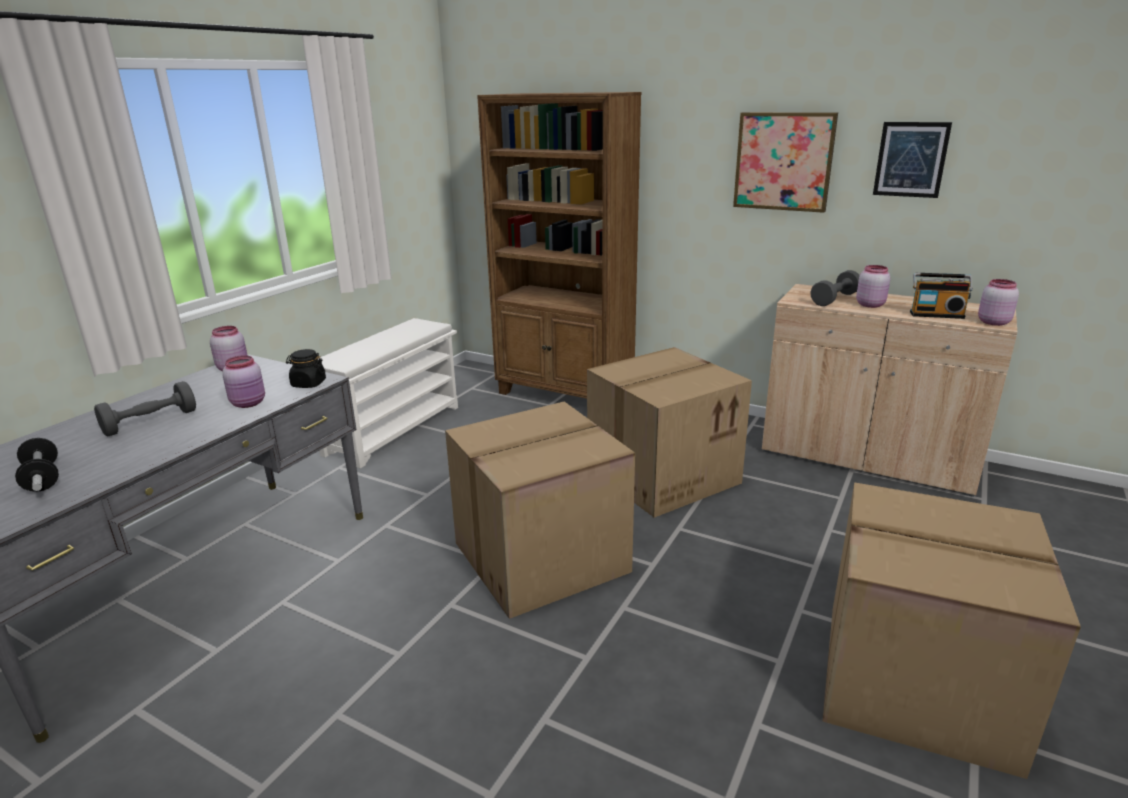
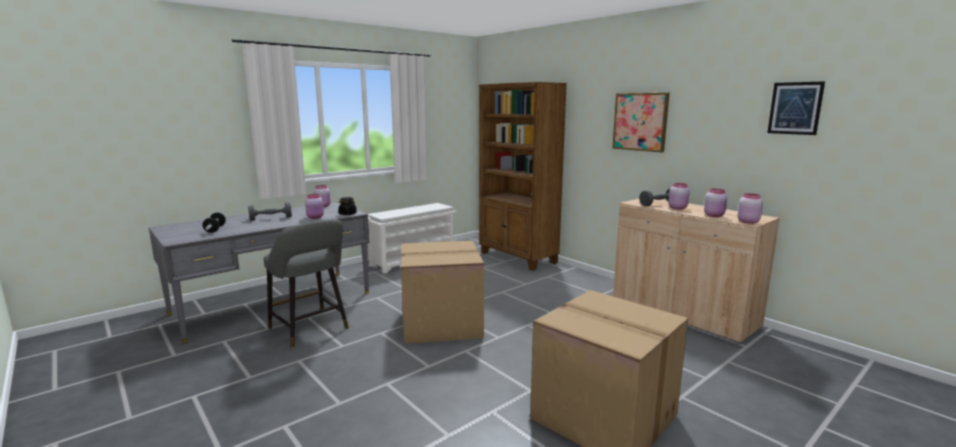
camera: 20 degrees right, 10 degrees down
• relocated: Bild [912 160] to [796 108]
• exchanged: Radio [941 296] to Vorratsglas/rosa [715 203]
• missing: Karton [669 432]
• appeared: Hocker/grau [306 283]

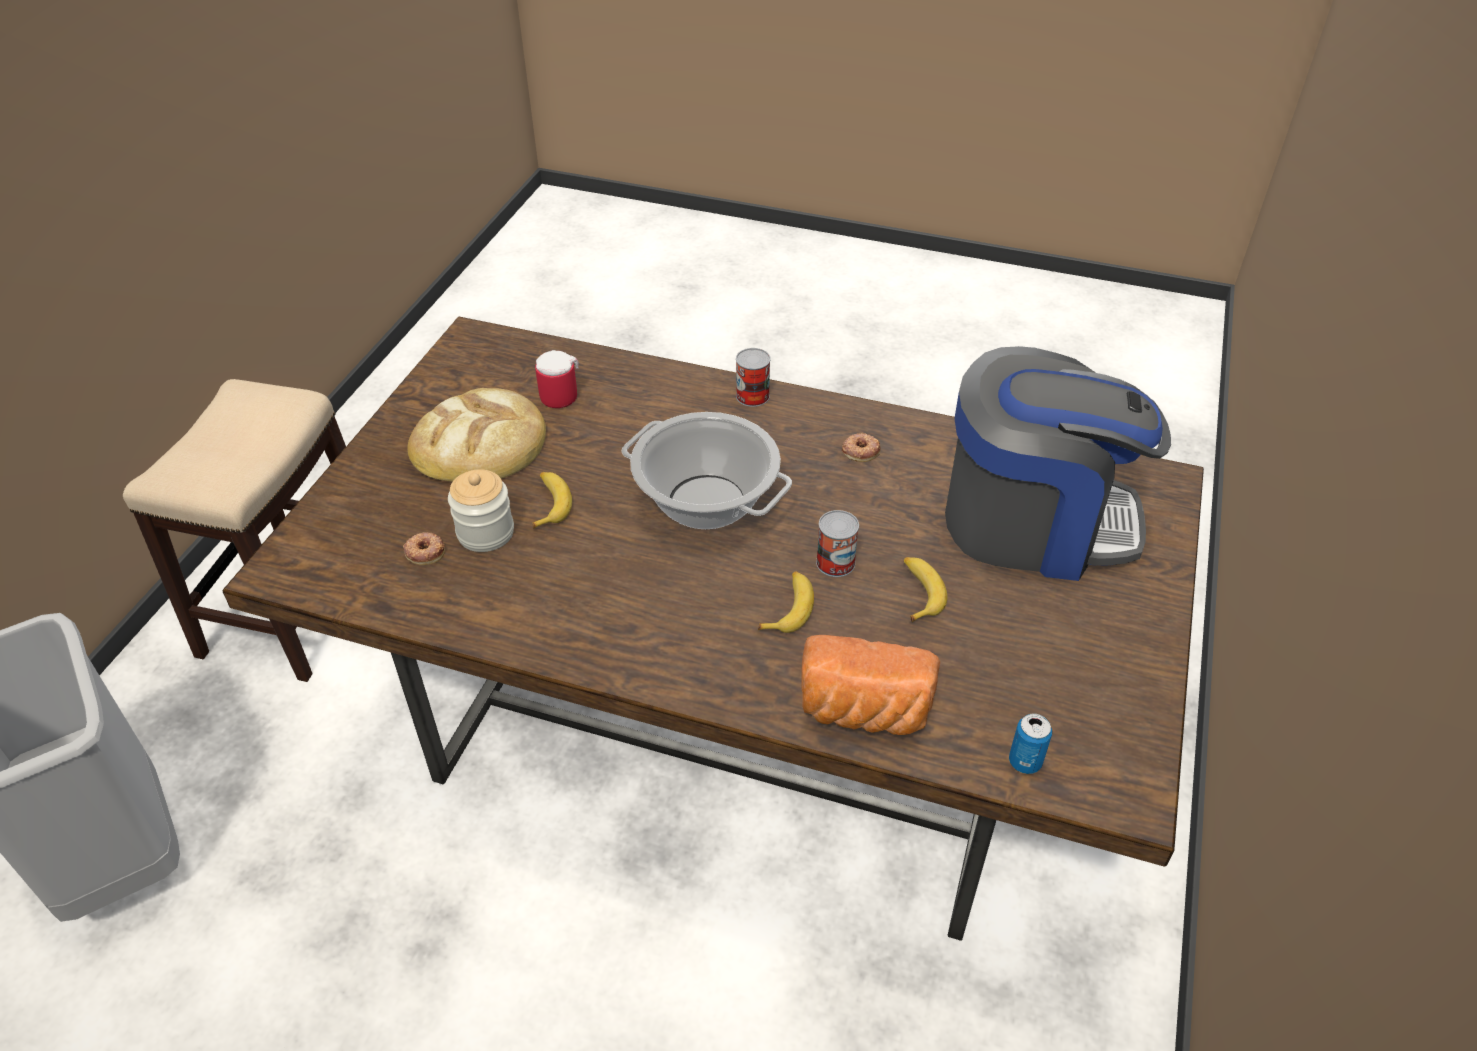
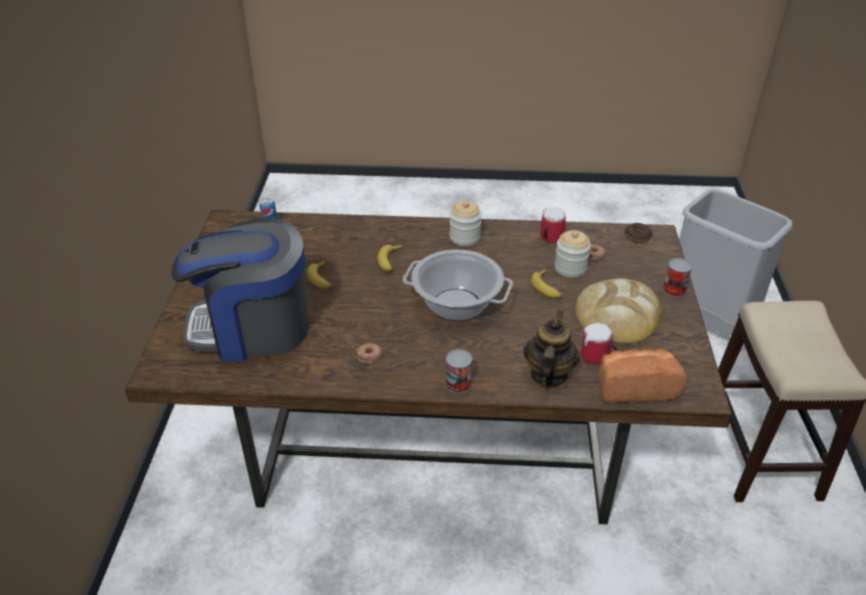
camera: 165 degrees right, 5 degrees down
• relocated: Dose [837 543] to [677 277]
• relocated: Brot [870 685] to [642 376]
• appeared: Vorratsglas [465 223]
• appeared: Henkelbecher [553 225]
• appeared: Donut [638 233]
• appeared: Teekanne [551 348]

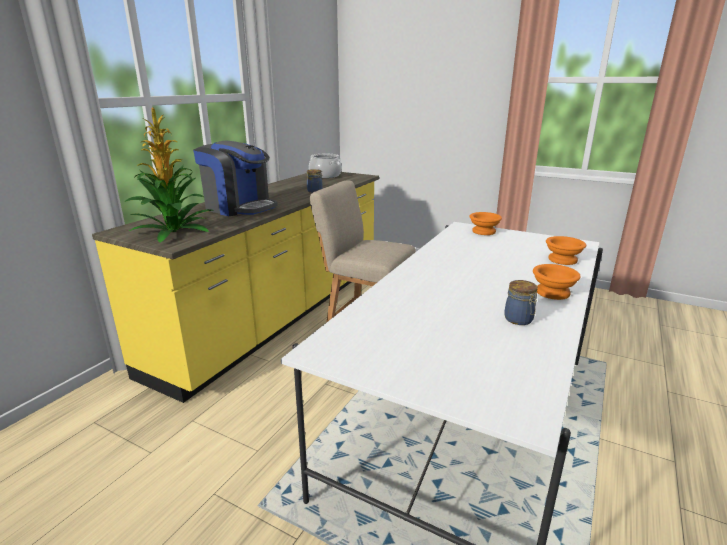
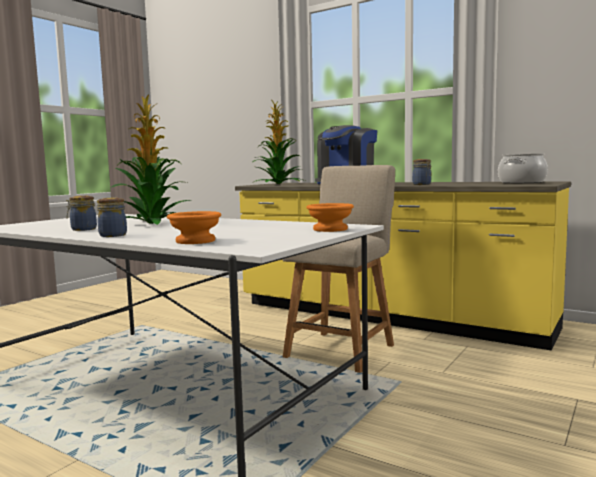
camera: 95 degrees right, 15 degrees down
• exchanged: Schüssel/orange [557 282] to Vorratsglas [112 217]
• appeared: Topfpflanze [151 159]

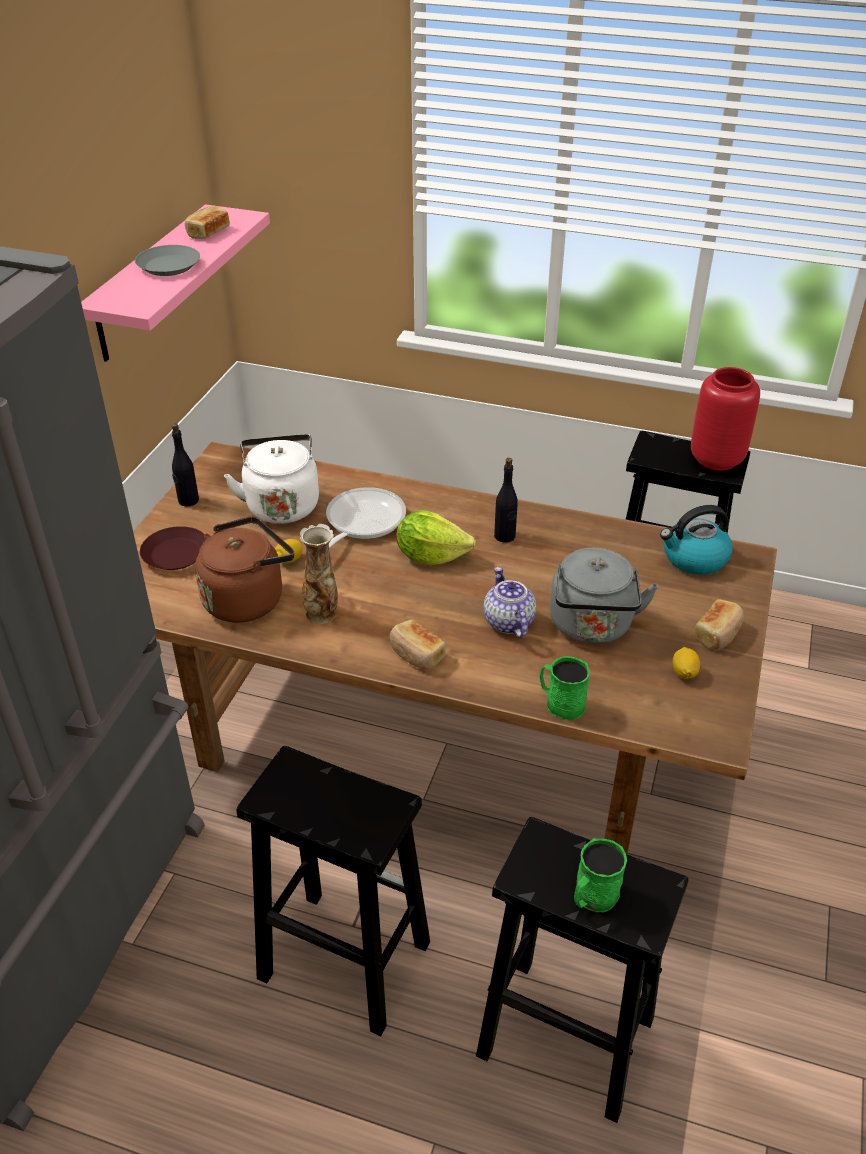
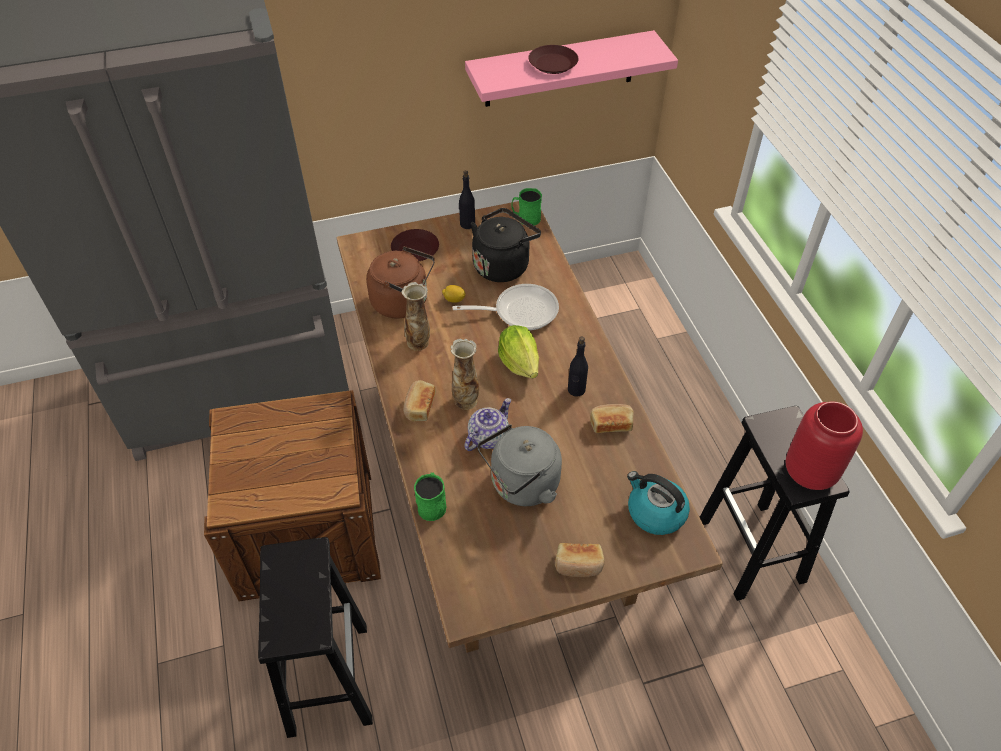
camera: 55 degrees right, 10 degrees up
• relocated: Brot [207 222] to [612 418]
• colour: Teller/grau [167 260] to Teller/braun [553 59]
• colour: Wasserkessel/weiß [271 479] to Wasserkessel/schwarz [506 245]
• missing: Zitrone [686 663]
• exchanged: Hocker/schwarz [333 891] to Kiste [292 495]
• relocated: Henkelbecher/grün [600 875] to [526 207]
• appeared: Vase [464 374]

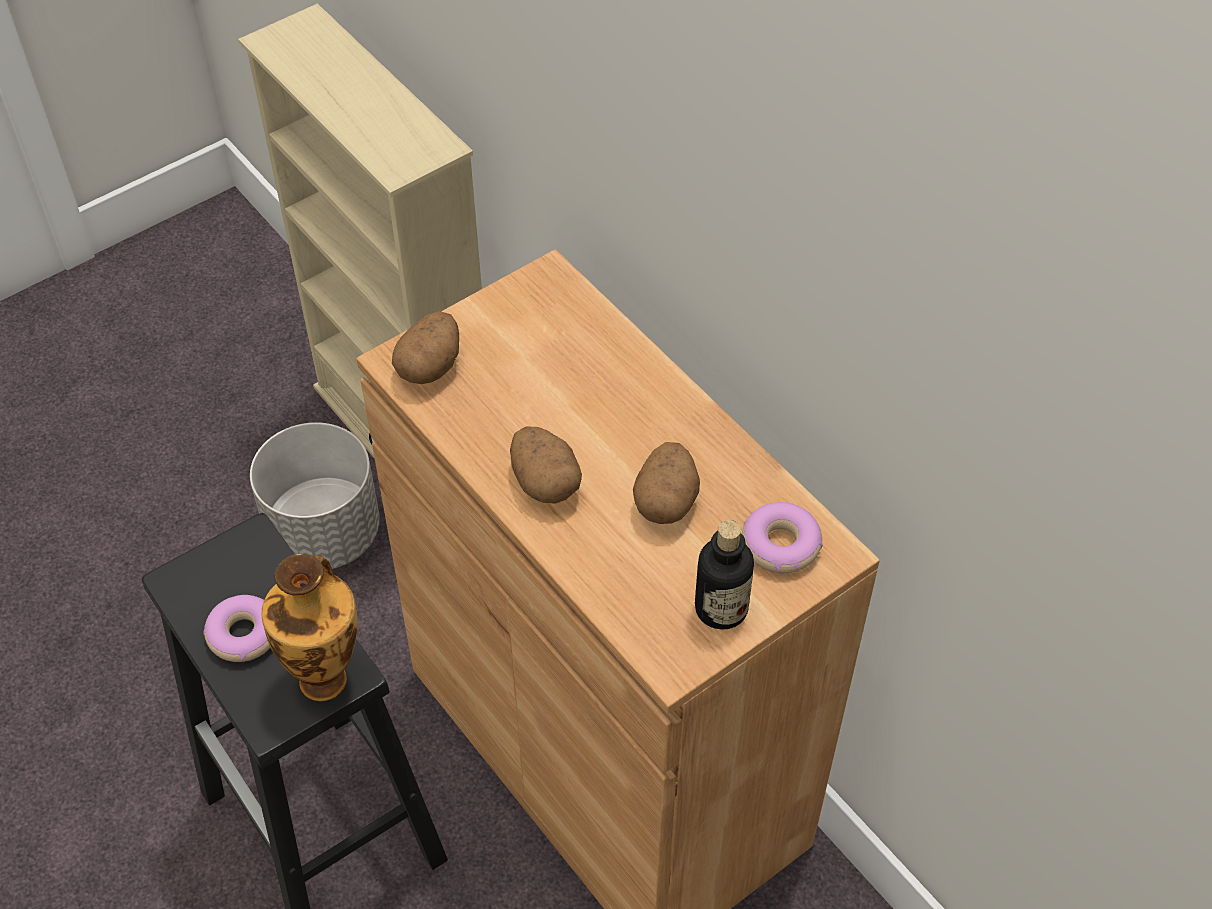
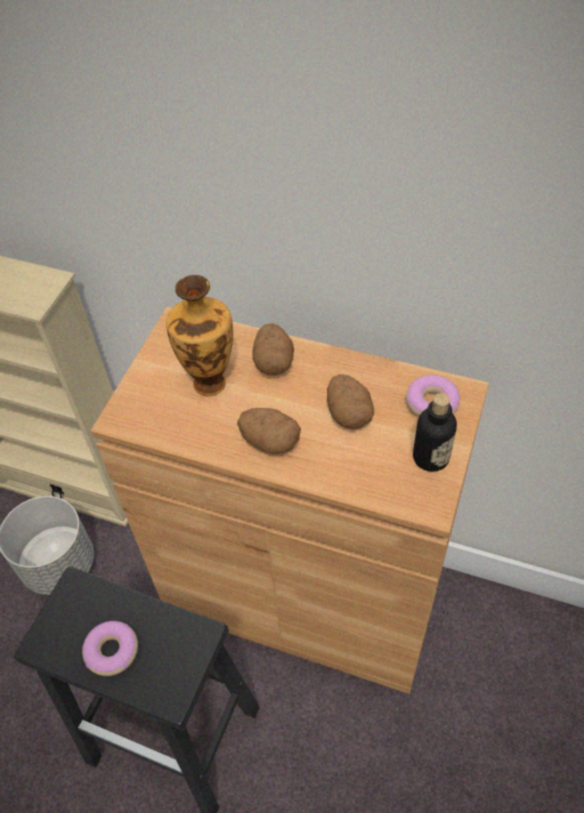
camera: 30 degrees left, 0 degrees up
• relocated: Kartoffel [425 347] to [273 349]
• relocated: Vase [310 627] to [199 336]

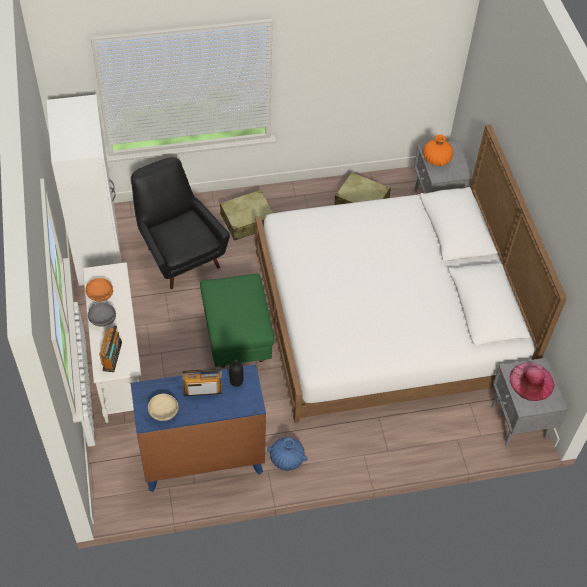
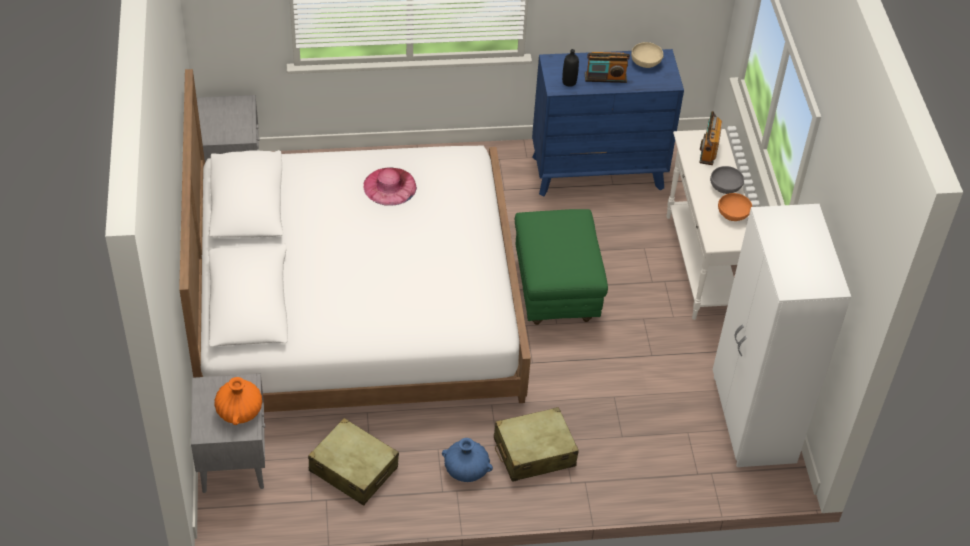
camera: 175 degrees left, 5 degrees down
• missing: Sessel/schwarz [180 223]
• relocated: Hut/rosa [532 382] to [390 187]
• relocated: Vase/blau [287 454] to [467 460]

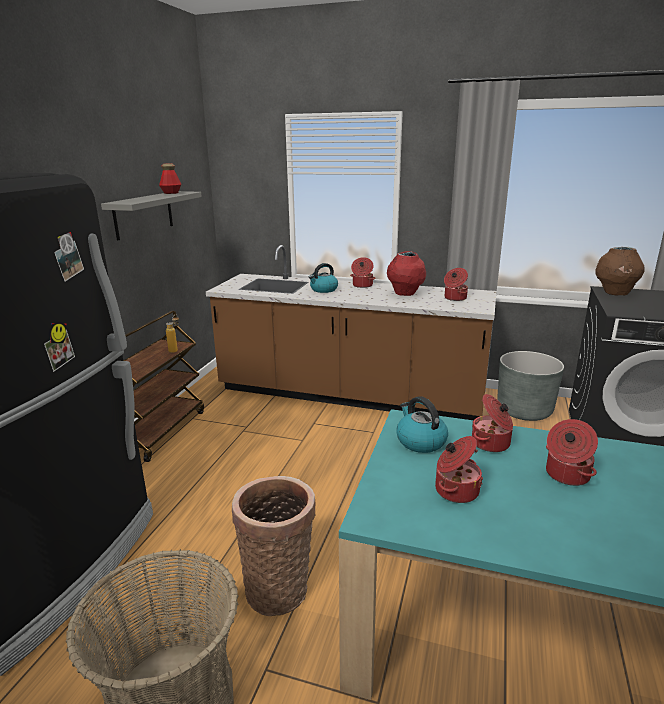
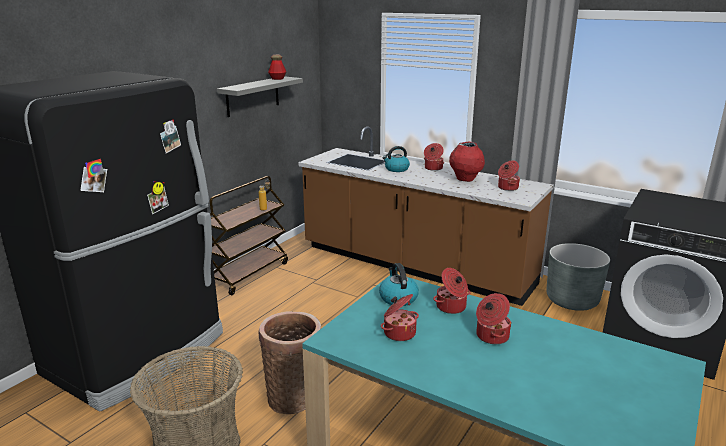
camera: 15 degrees right, 0 degrees up
• missing: Vase/braun [620 271]

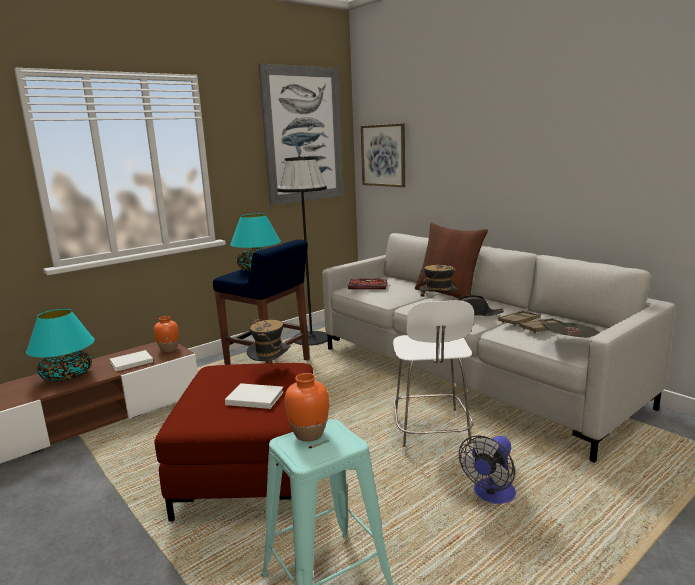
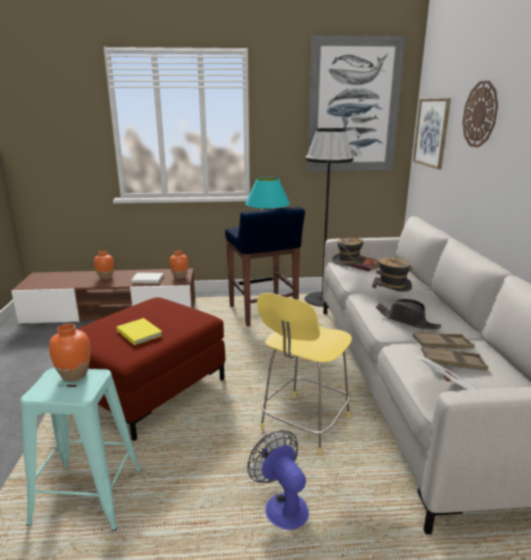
camera: 35 degrees right, 5 degrees up
• missing: Kissen/braun [451 260]
• colour: Hocker/weiß [433 377] to Hocker/gelb [304 374]
• exchanged: Tischlampe/türkis [60 345] to Vase/orange [104 265]
• relocated: Hut [268 340] to [349 250]
• colour: Buch/weiß [254 396] to Buch/gelb [140 331]
• spun: Ventilator [487 469] = [278 480] 75 degrees clockwise
• appeared: Wanduhr [480 114]

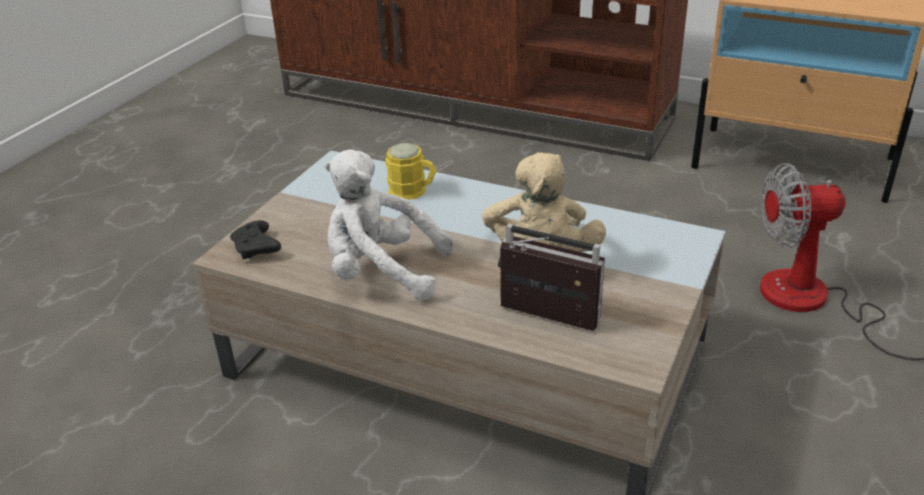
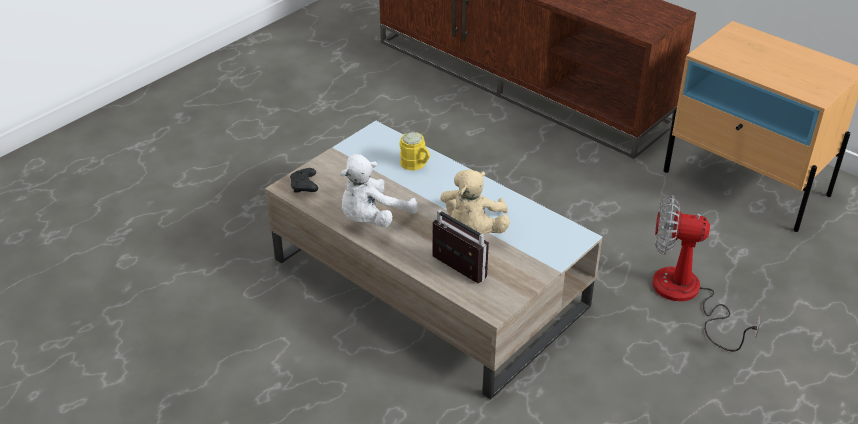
camera: 15 degrees right, 5 degrees up
• spun: Plüschtier/weiß [388 225] = [379 190] 75 degrees counterclockwise

